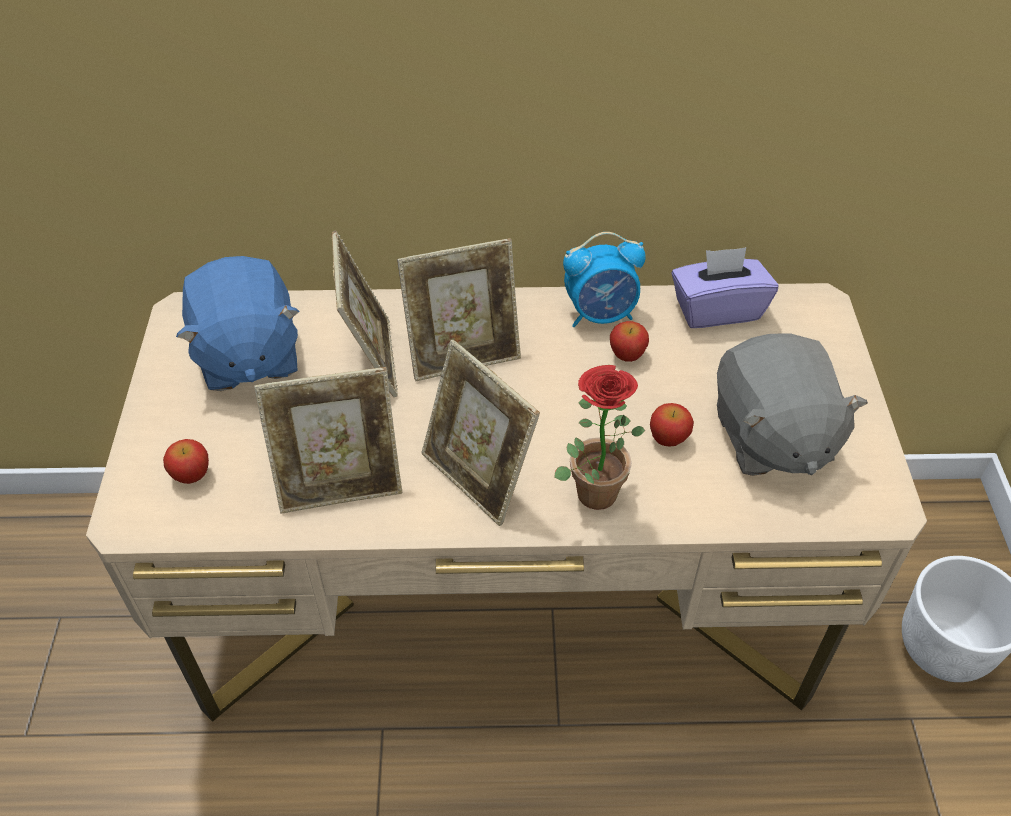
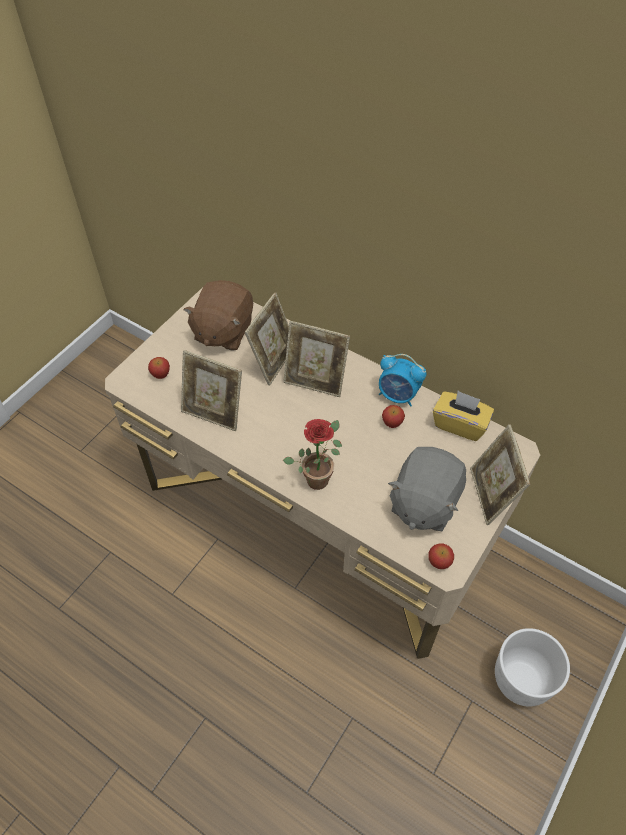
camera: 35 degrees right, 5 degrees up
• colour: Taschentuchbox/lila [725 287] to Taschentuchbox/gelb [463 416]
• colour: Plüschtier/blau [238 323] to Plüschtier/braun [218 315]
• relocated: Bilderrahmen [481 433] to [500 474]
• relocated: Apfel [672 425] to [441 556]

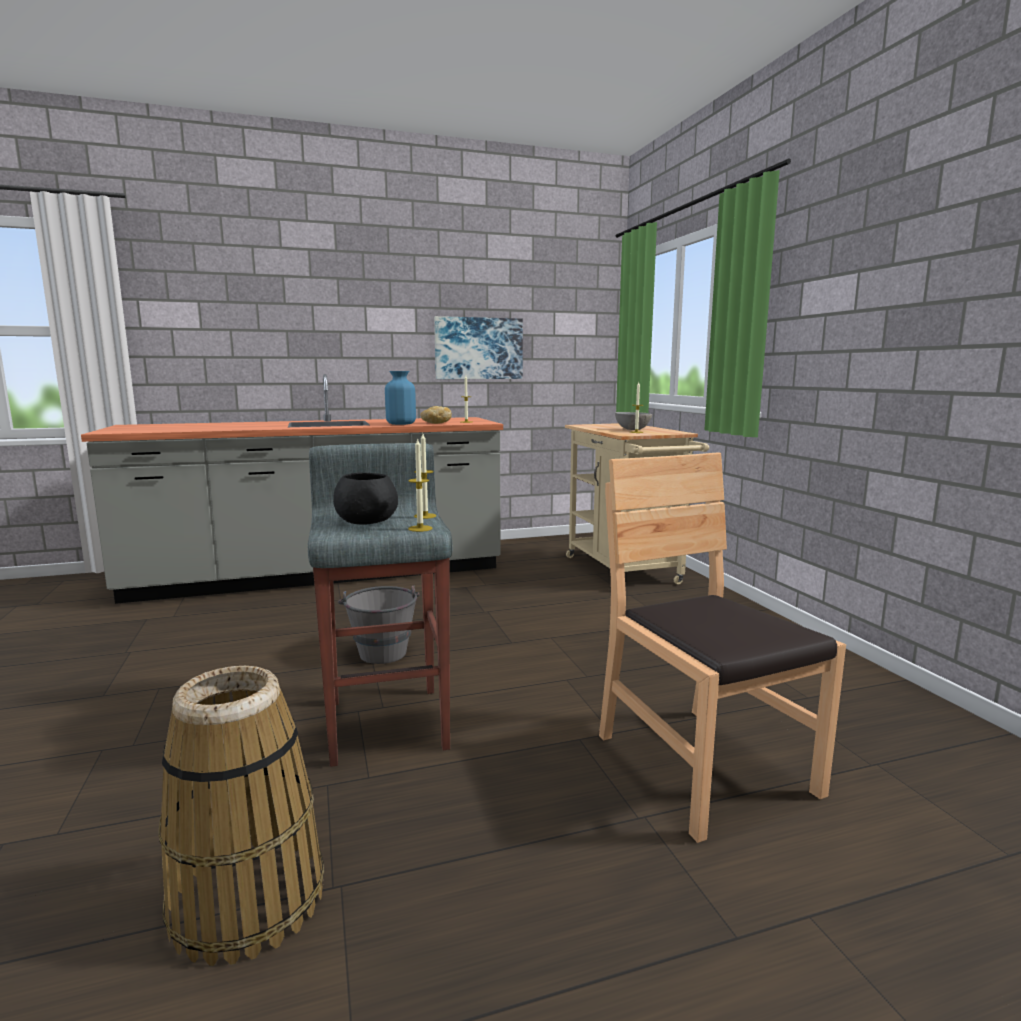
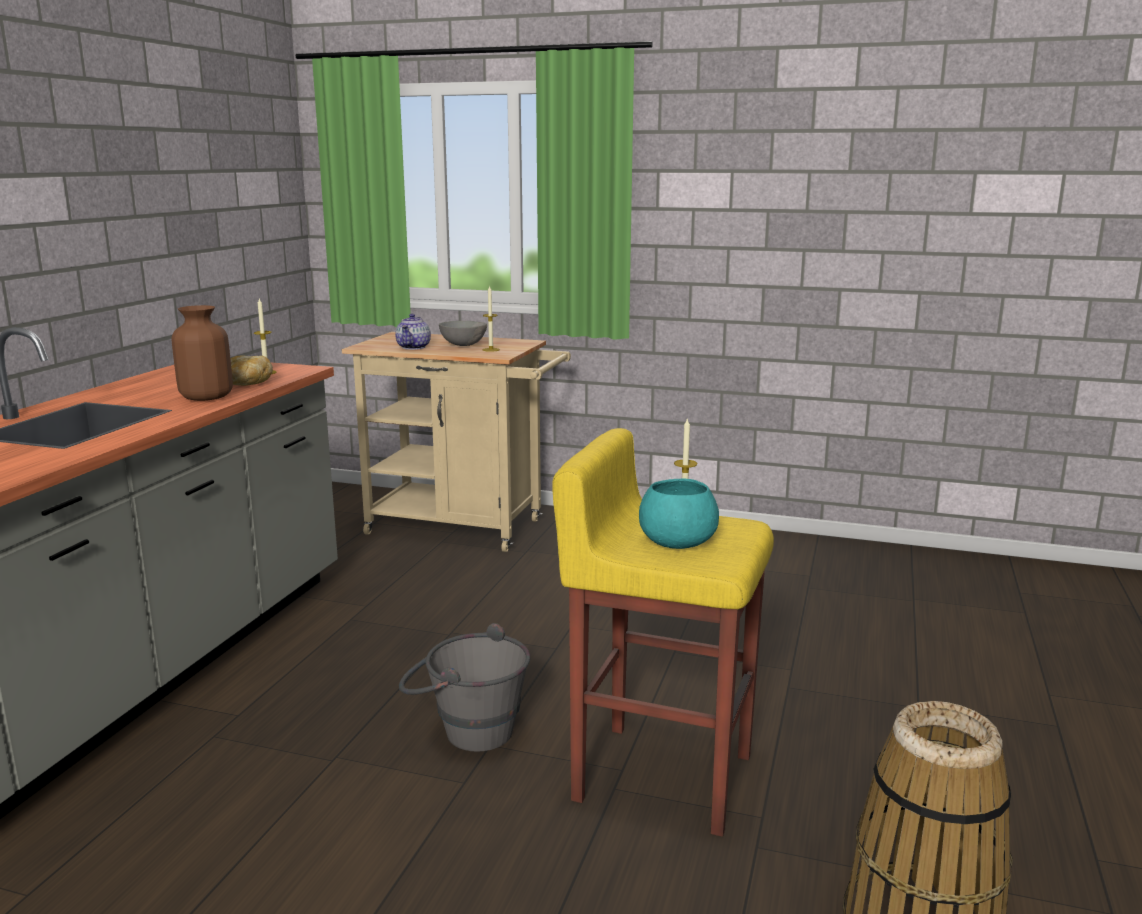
camera: 55 degrees left, 5 degrees up
• missing: Bild [478 347]
• colour: Vase/blau [400 398] to Vase/braun [202 353]
• missing: Kerze [420 485]
• colour: Hocker/grau [380 605] to Hocker/gelb [663 632]
• missing: Stuhl/braun [722 647]
• colour: Schüssel/schwarz [365 499] to Schüssel/türkis [679 513]
• appeared: Teekanne [413 332]

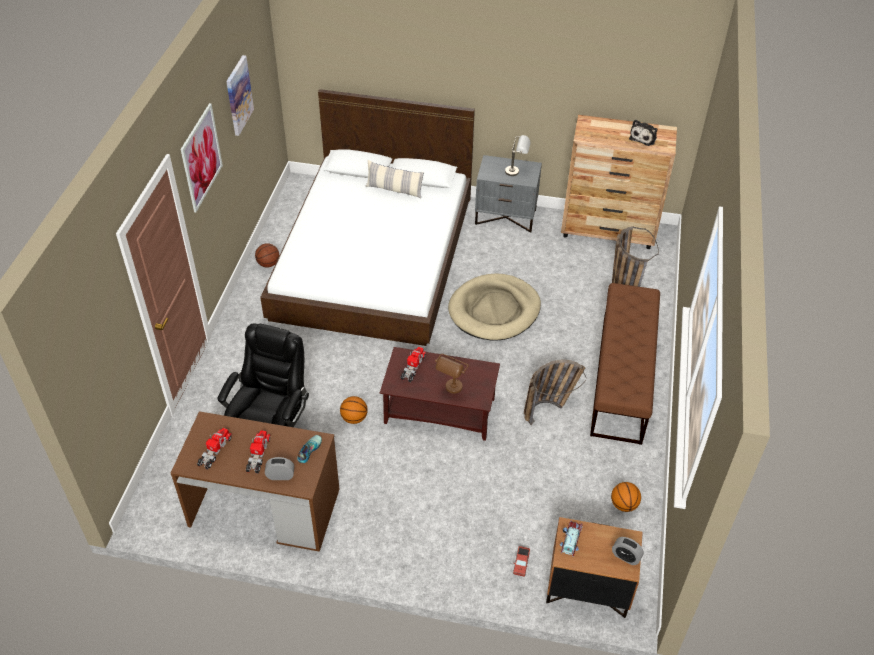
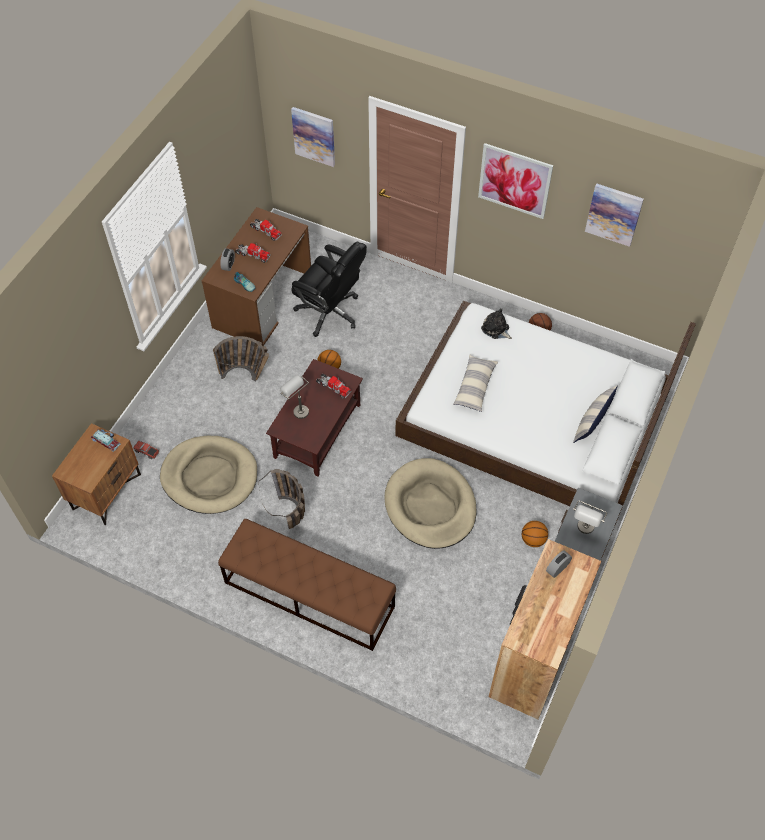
camera: 105 degrees right, 10 degrees up
• relocated: Plüschtier [643 133] to [496 323]
• relocated: Korb [635 256] to [241 359]
• colour: Tischlampe/braun [452 374] to Tischlampe/grau [294 397]
• relocated: Basketball [626 497] to [535 534]
• relocated: Wecker [628 551] to [559 564]
• appeared: Bild [313 137]
• appeared: Kissen [475 383]
• appeared: Hundebett/beige [208 475]

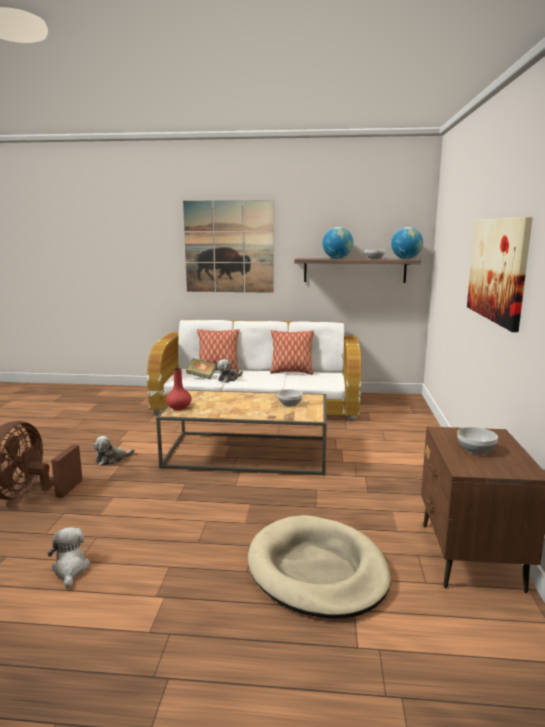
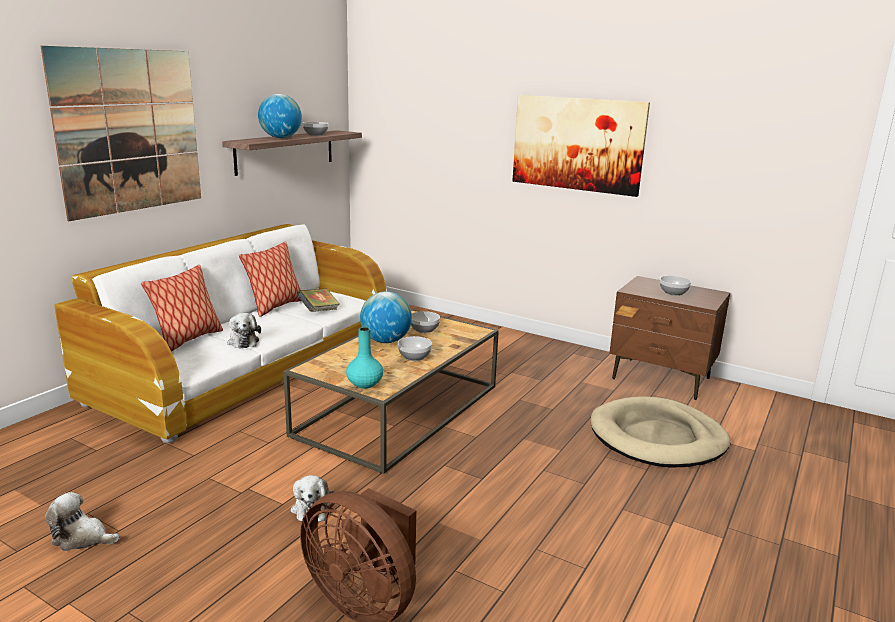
camera: 65 degrees left, 5 degrees up
• relocated: Globus [407 243] to [386 317]
• relocated: Buch [201 368] to [318 300]
• colour: Vase/rot [179 389] to Vase/türkis [364 358]
• relocated: Plüschtier [68 558] to [82 521]
• appeared: Schüssel [415 348]

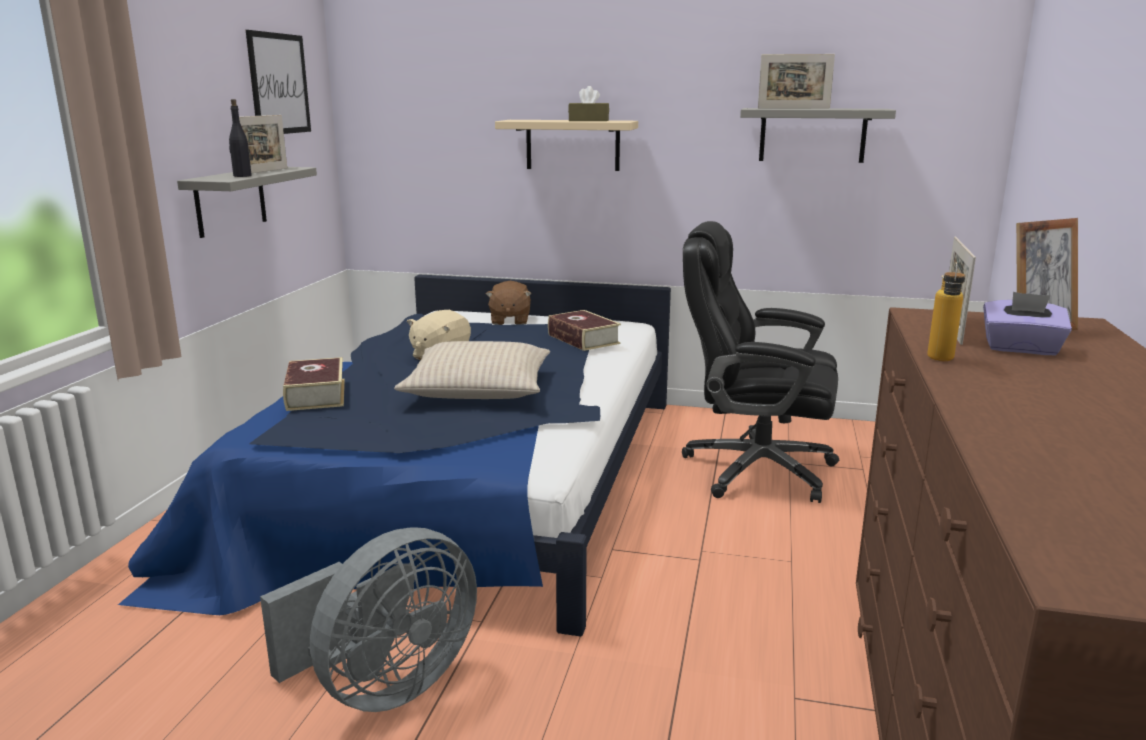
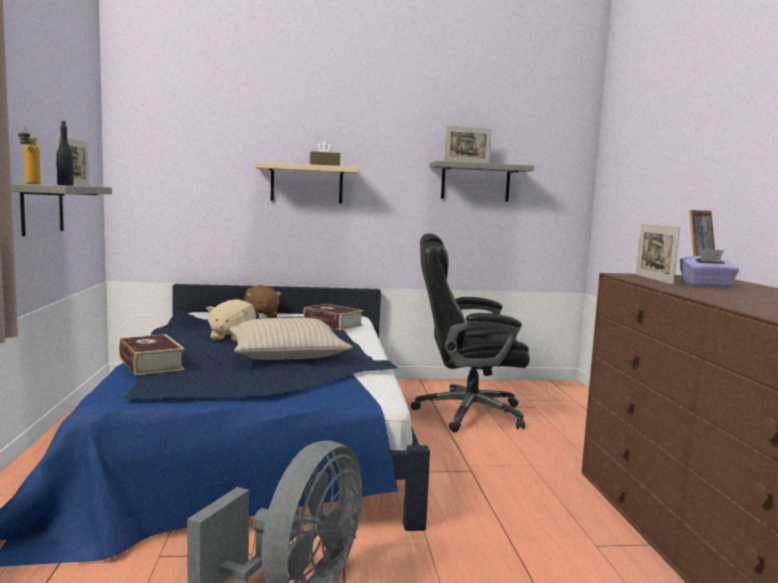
camera: 20 degrees left, 10 degrees down
• missing: Bild [278 82]
• relocated: Flasche [946 311] to [29 155]

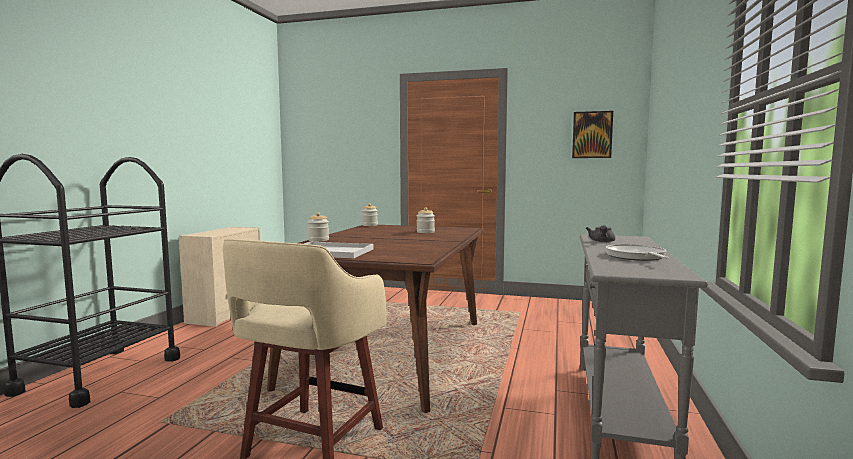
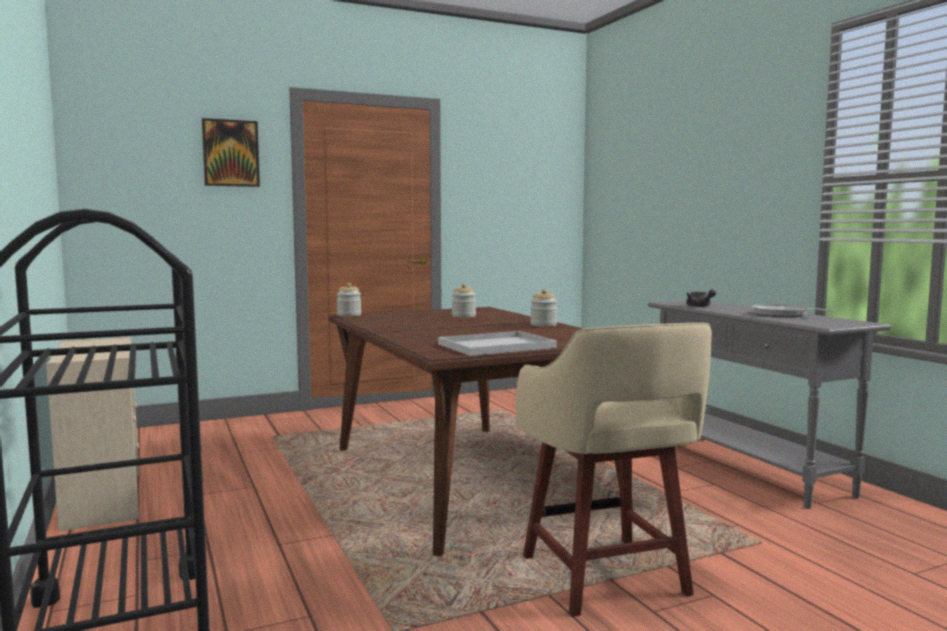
camera: 40 degrees left, 0 degrees up
• relocated: Bild [592 134] to [231 152]
• relocated: Vorratsglas [318 227] to [543 308]

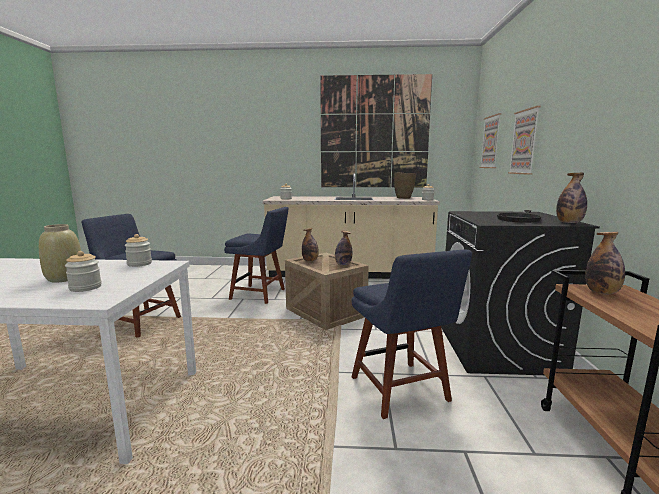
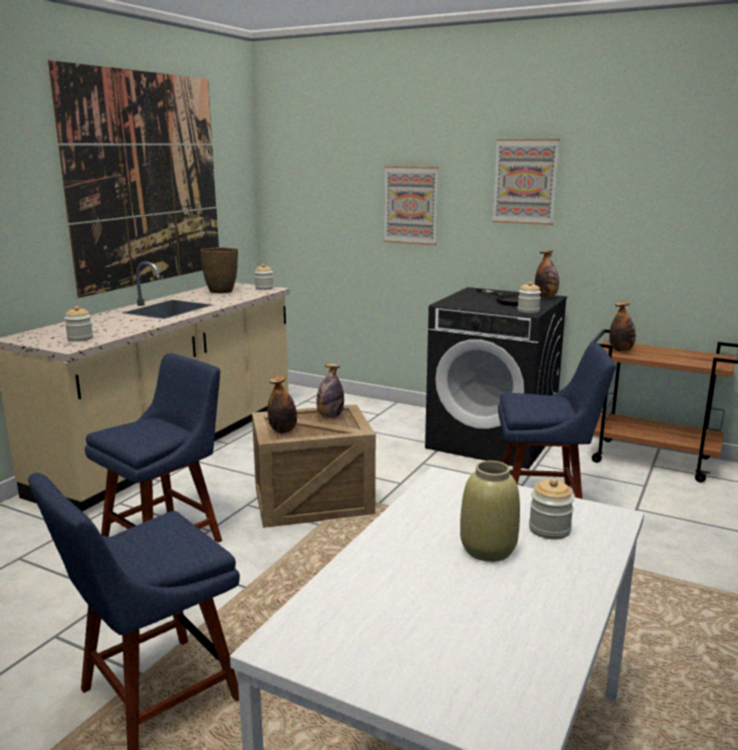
camera: 65 degrees left, 5 degrees up
• relocated: Bild [491 140] to [525 182]
• relocated: Vorratsglas [138 250] to [529 297]

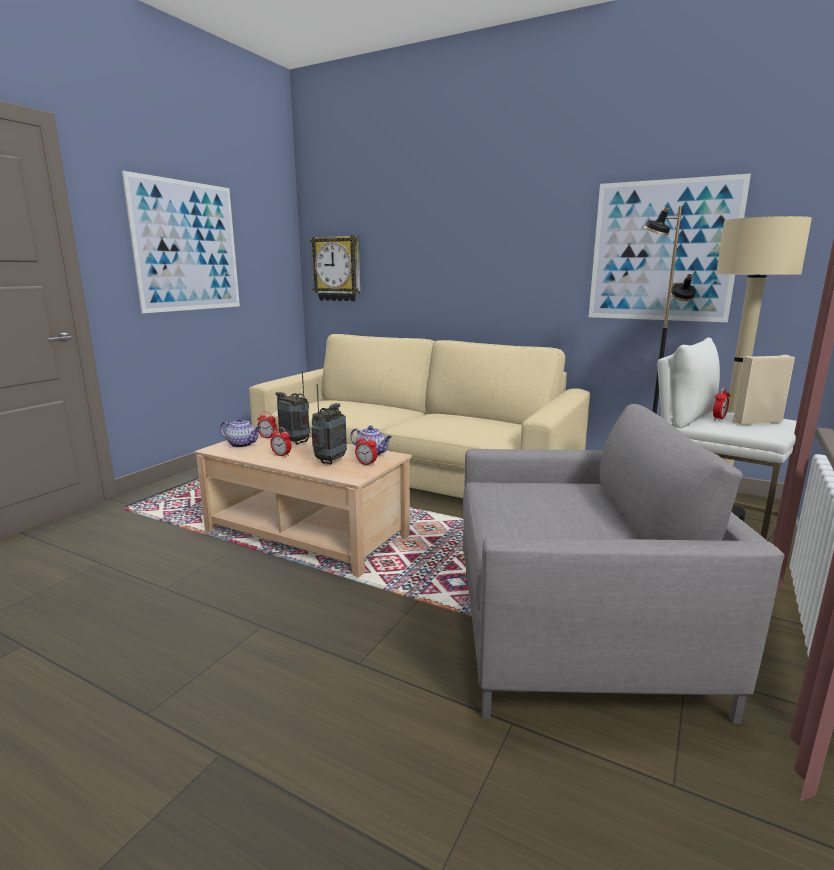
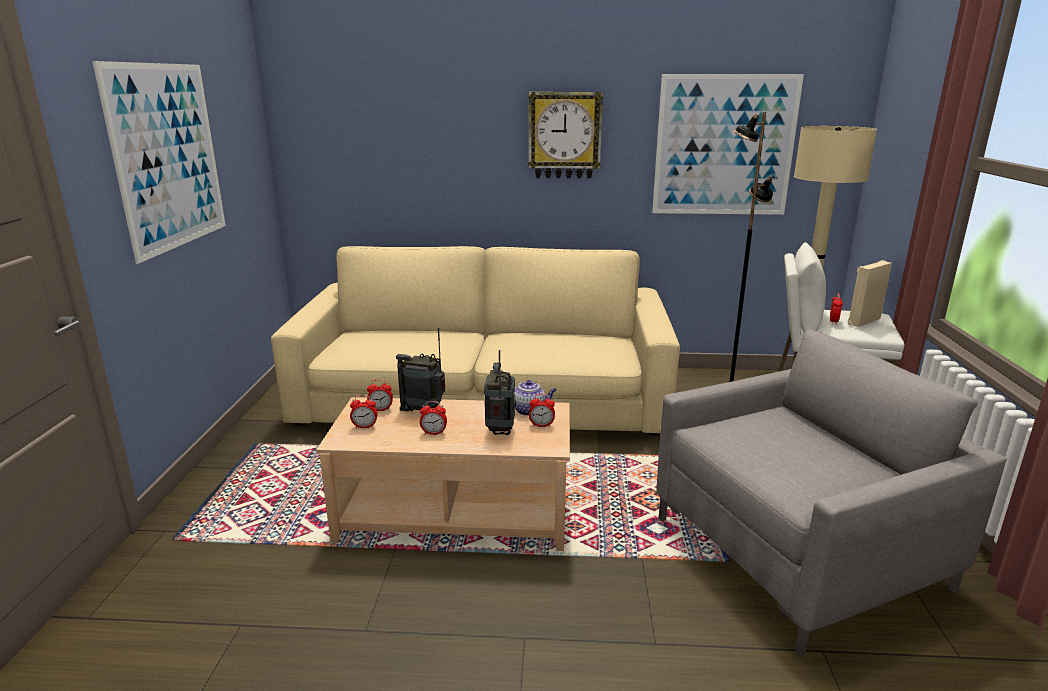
camera: 25 degrees left, 5 degrees up
• relocated: Wanduhr [335 268] to [565 135]
• exchanged: Teekanne [240 433] to Wecker [363 411]

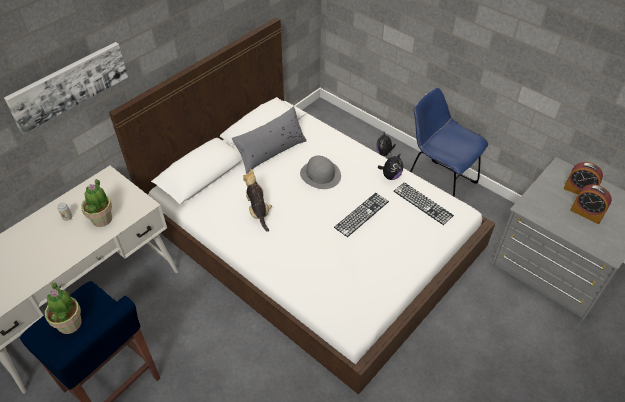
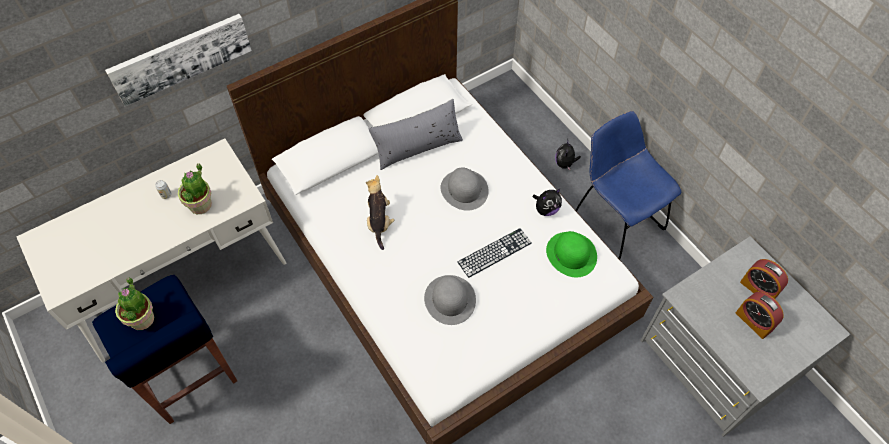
camera: 15 degrees right, 10 degrees up
• exchanged: Tastatur [424 203] to Hut/grün [571 254]
• appeared: Hut/grau [450 300]

